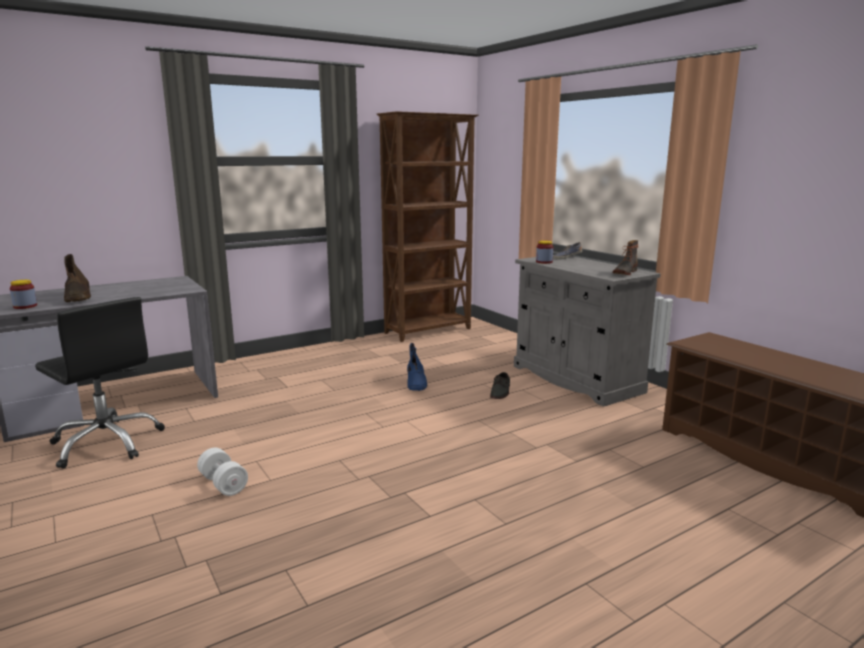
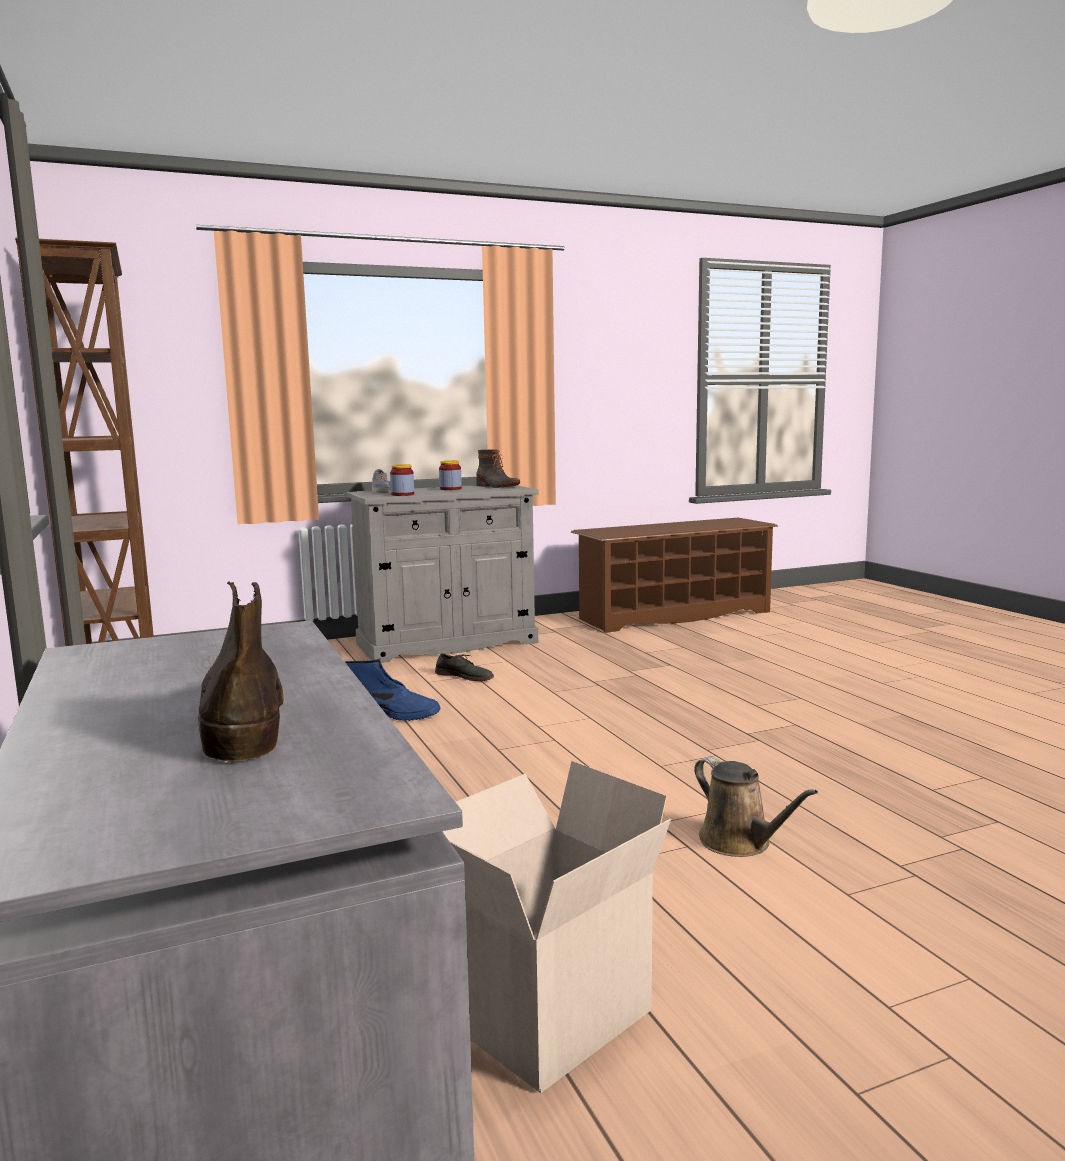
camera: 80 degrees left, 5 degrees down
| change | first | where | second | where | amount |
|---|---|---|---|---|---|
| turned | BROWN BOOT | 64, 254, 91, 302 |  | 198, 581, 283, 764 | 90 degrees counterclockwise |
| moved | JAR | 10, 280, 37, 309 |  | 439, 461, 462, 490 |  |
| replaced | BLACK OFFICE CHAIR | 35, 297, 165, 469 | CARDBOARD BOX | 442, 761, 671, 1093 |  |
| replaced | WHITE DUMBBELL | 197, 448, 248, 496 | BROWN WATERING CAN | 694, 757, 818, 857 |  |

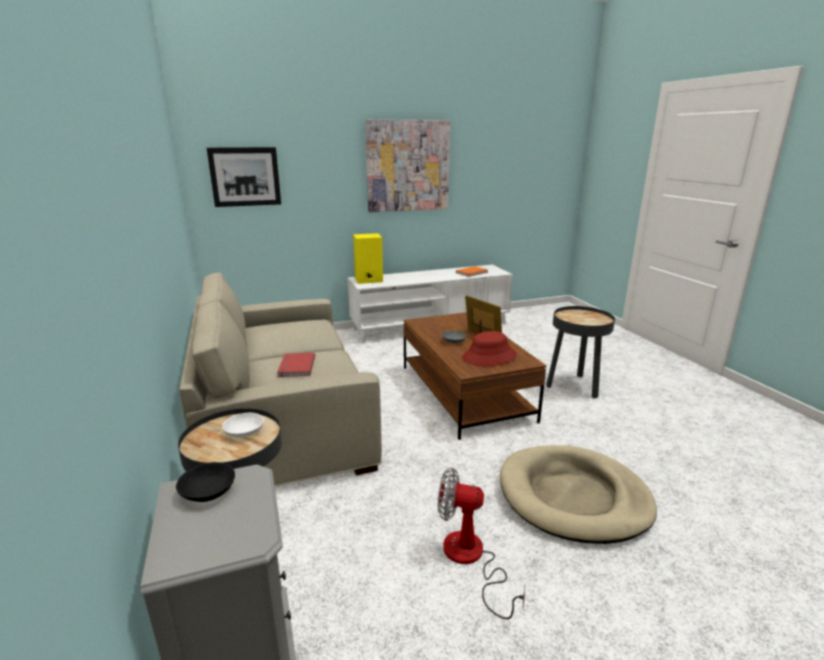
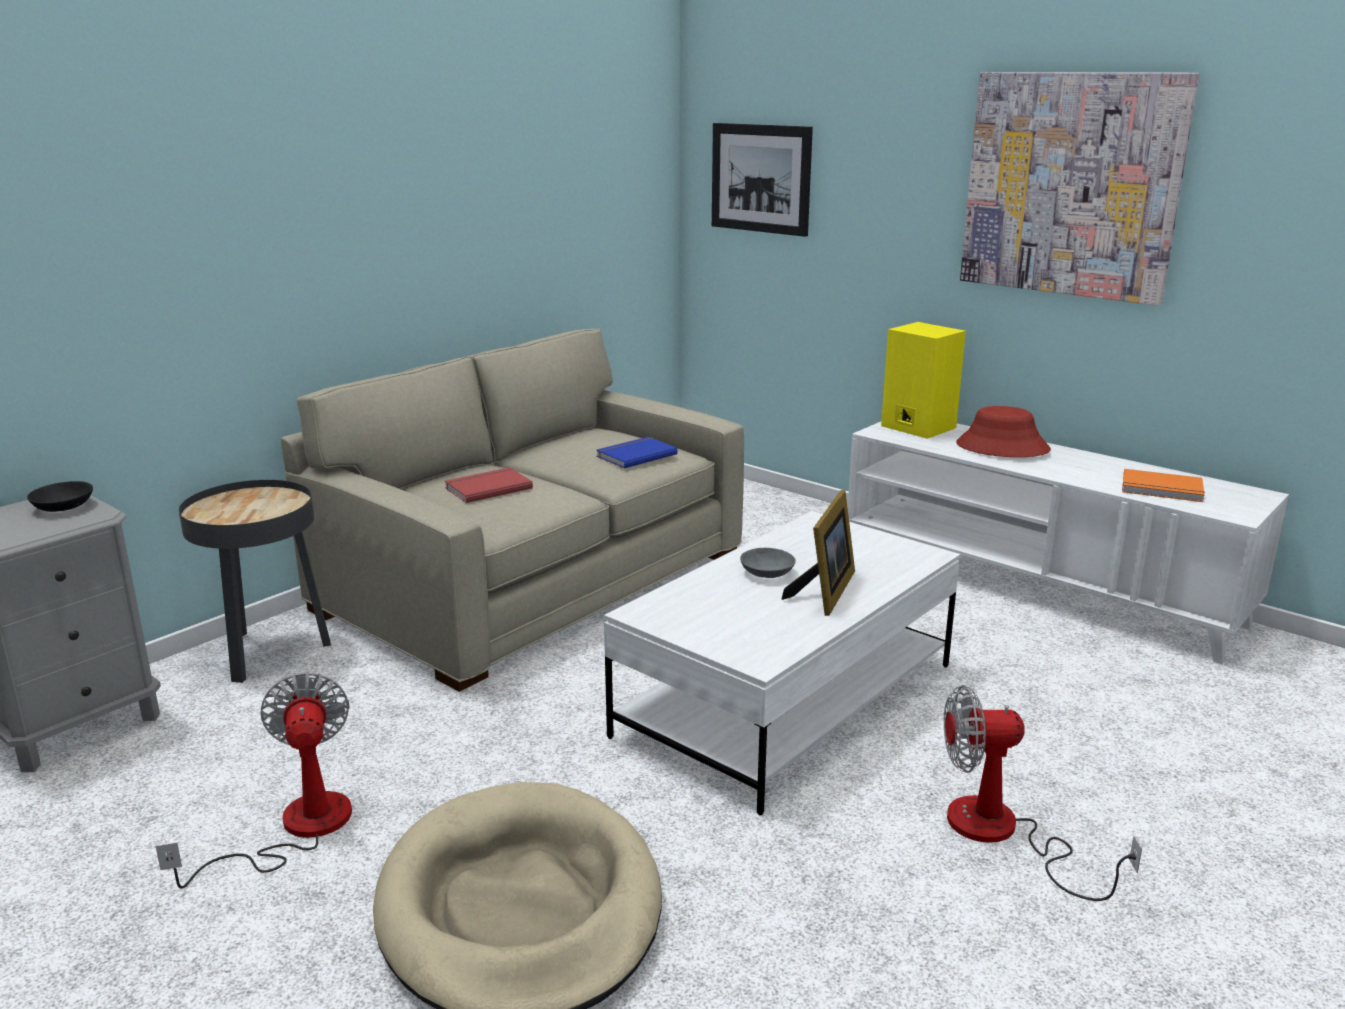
camera: 60 degrees right, 0 degrees up
| change | first | where | second | where | amount |
|---|---|---|---|---|---|
| replaced | BLACK SIDE TABLE | 546, 306, 615, 399 | FAN | 944, 685, 1142, 901 |  |
| recoloured | BROWN COFFEE TABLE | 404, 312, 546, 440 | WHITE COFFEE TABLE | 604, 511, 960, 815 |  |
| moved | RED HAT | 462, 331, 517, 366 |  | 956, 406, 1051, 457 |  |
| removed | WHITE BOWL | 222, 413, 264, 438 |  |  |  |
| added |  |  | BLUE BOOK | 596, 437, 678, 468 |  |

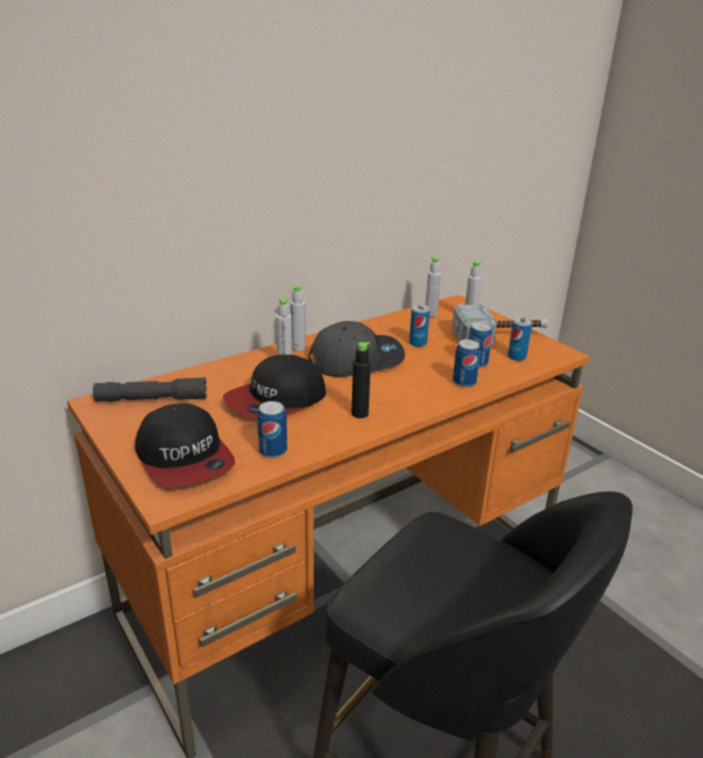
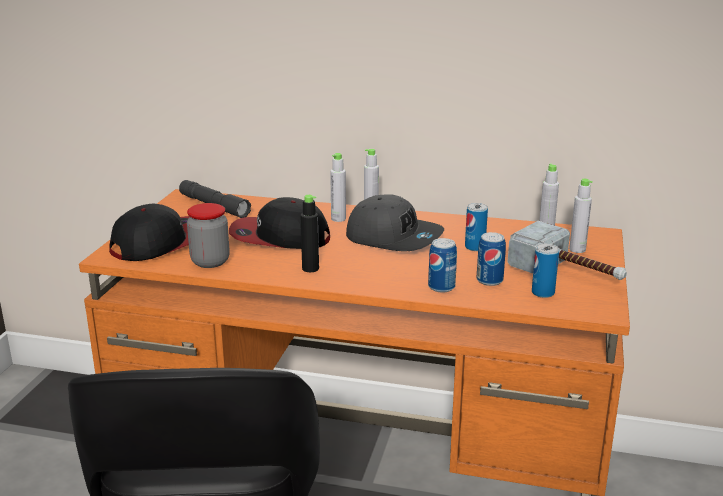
camera: 50 degrees right, 5 degrees down
| change | first | where | second | where | amount |
|---|---|---|---|---|---|
| replaced | CAN | 257, 401, 287, 458 | JAR | 187, 203, 230, 268 |  |
| turned | CAP | 135, 403, 235, 487 |  | 109, 203, 190, 261 | 150 degrees counterclockwise |

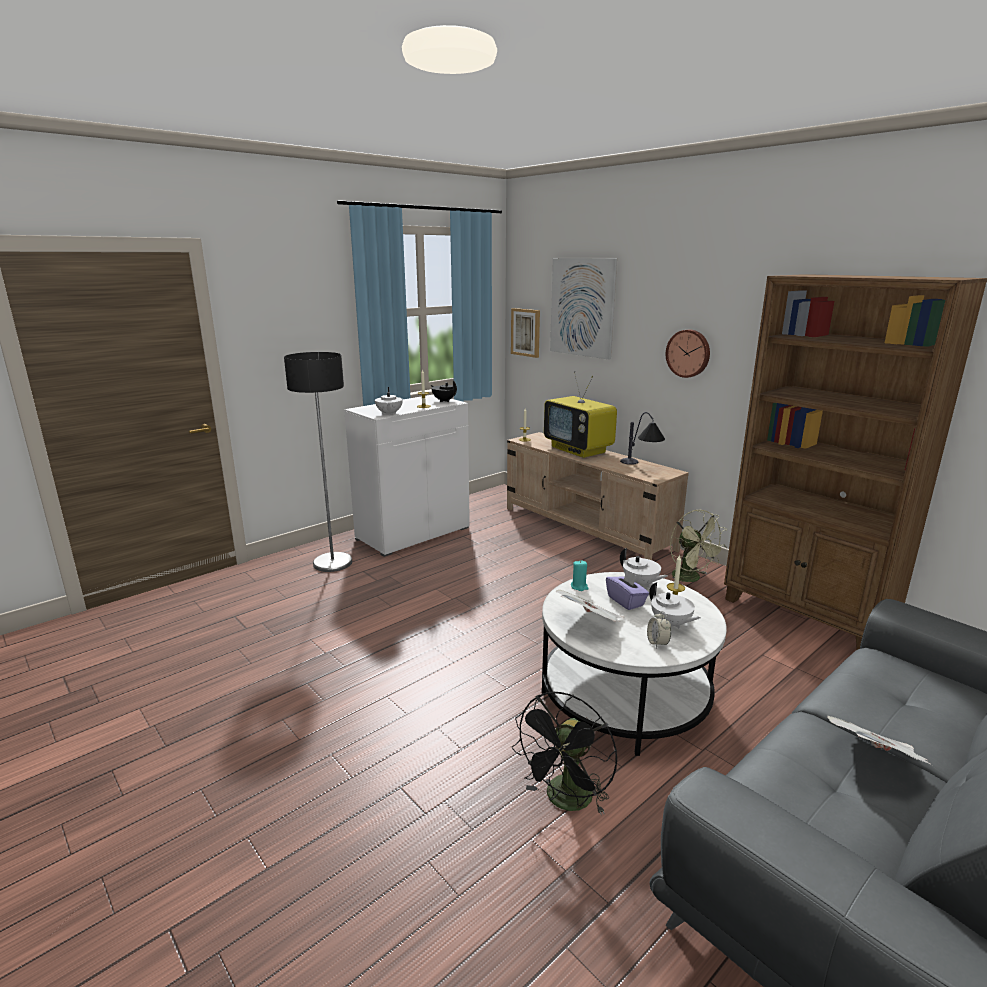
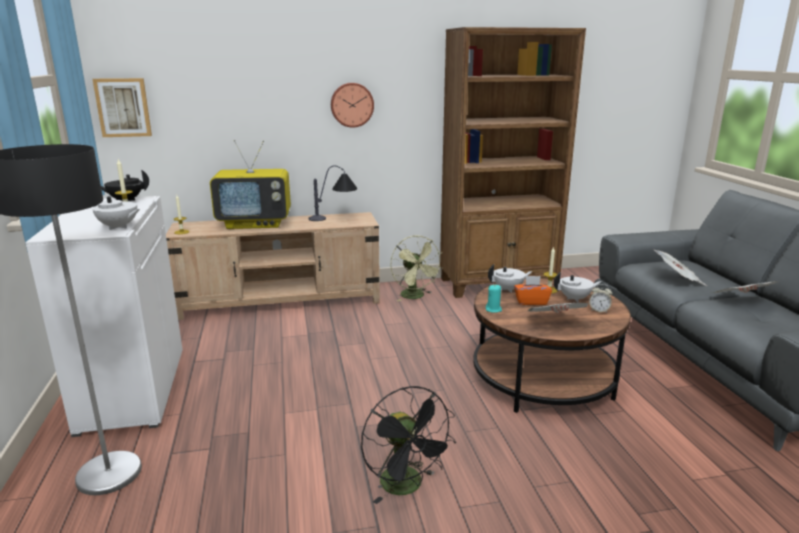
camera: 60 degrees left, 0 degrees up
| change | first | where | second | where | amount |
|---|---|---|---|---|---|
| removed | PICTURE | 550, 258, 617, 360 |  |  |  |
| turned | GREEN FAN | 670, 510, 727, 582 |  | 390, 235, 443, 301 | 60 degrees clockwise |
| recoloured | PURPLE TISSUE BOX | 606, 570, 649, 610 | ORANGE TISSUE BOX | 514, 276, 552, 305 |  |
| recoloured | WHITE COFFEE TABLE | 542, 572, 727, 756 | BROWN COFFEE TABLE | 473, 278, 631, 413 |  |
| moved | BLACK FAN | 511, 692, 617, 815 |  | 361, 386, 456, 504 |  |
| added |  |  | NEWSPAPER | 654, 250, 707, 286 |  |

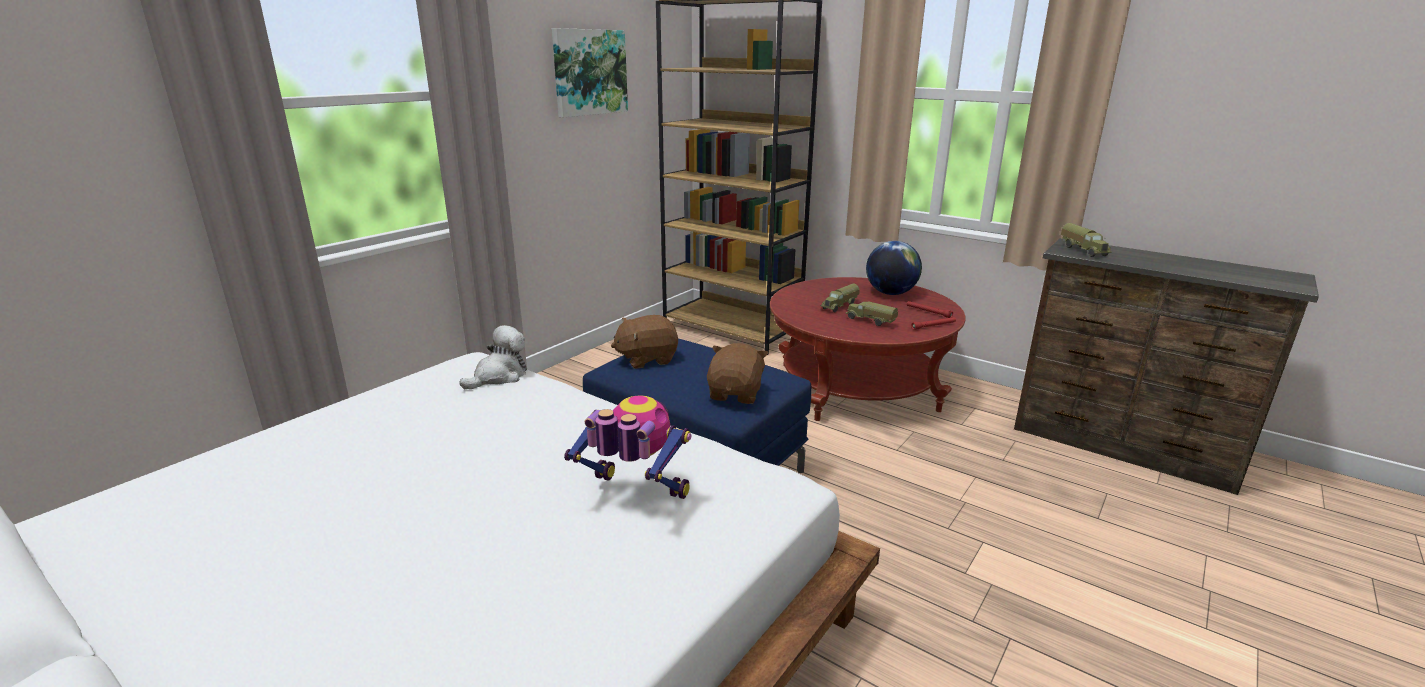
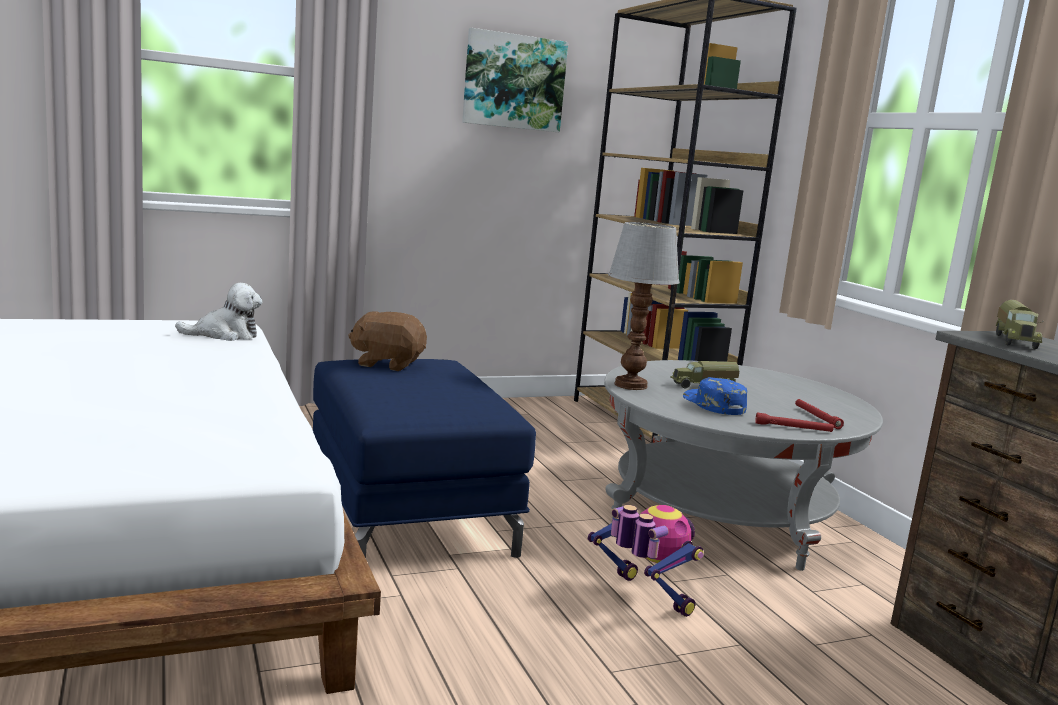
camera: 30 degrees right, 10 degrees down
| change | first | where | second | where | amount |
|---|---|---|---|---|---|
| removed | GLOBE | 866, 241, 922, 295 |  |  |  |
| recoloured | RED COFFEE TABLE | 770, 277, 965, 421 | GREY COFFEE TABLE | 604, 360, 883, 571 |  |
| replaced | TOY TRUCK | 846, 301, 898, 326 | BLUE CAP | 683, 377, 747, 415 |  |
| removed | BROWN PLUSH TOY | 707, 343, 768, 404 |  |  |  |
| moved | TOY ROBOT | 564, 396, 692, 499 |  | 588, 505, 703, 617 |  |
| added |  |  | TABLE LAMP | 608, 222, 680, 390 |  |

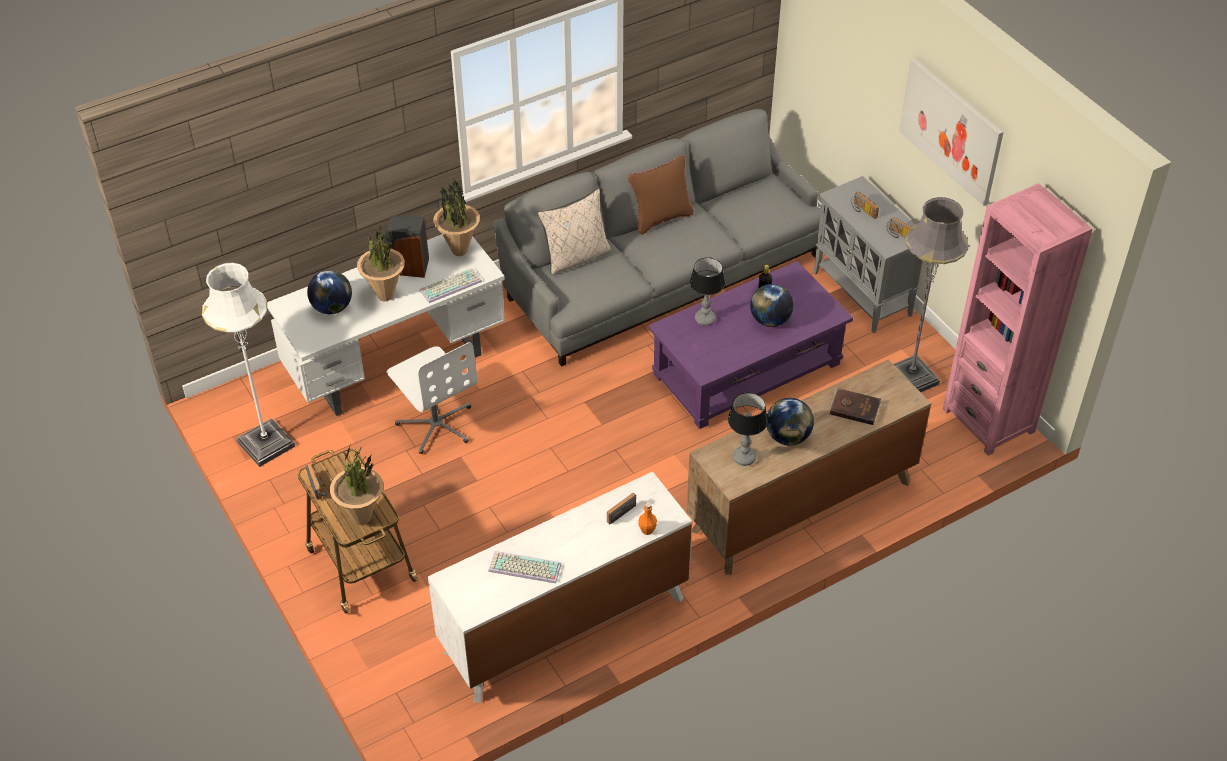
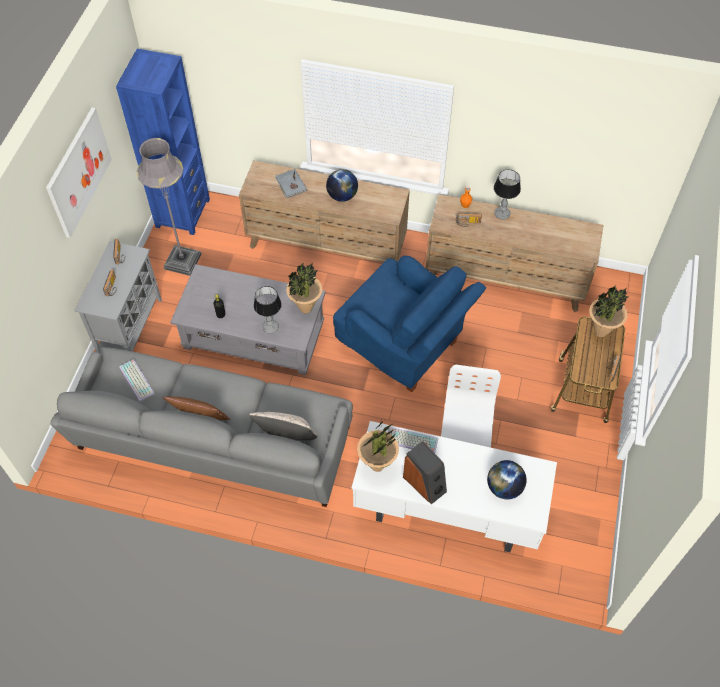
camera: 135 degrees left, 10 degrees up
| change | first | where | second | where | amount |
|---|---|---|---|---|---|
| recoloured | PINK BOOKCASE | 943, 183, 1093, 456 | BLUE BOOKCASE | 116, 49, 210, 235 |  |
| moved | POTTED PLANT | 357, 224, 405, 301 |  | 286, 263, 323, 314 |  |
| recoloured | PURPLE COFFEE TABLE | 648, 261, 853, 429 | GREY COFFEE TABLE | 170, 264, 326, 375 |  |
| removed | WHITE FLOOR LAMP | 202, 263, 295, 467 |  |  |  |
| removed | GLOBE | 750, 284, 793, 327 |  |  |  |
| recoloured | BROWN BOOK | 829, 388, 881, 425 | GREY BOOK | 275, 169, 307, 198 |  |
| moved | TABLE LAMP | 728, 393, 768, 466 |  | 494, 169, 521, 220 |  |
| recoloured | WHITE DRESSER | 428, 472, 692, 703 | BROWN DRESSER | 425, 194, 604, 312 |  |
| moved | KEYBOARD | 488, 551, 561, 583 |  | 119, 359, 155, 402 |  |
| added |  |  | BLUE ARMCHAIR | 333, 256, 486, 392 |  |

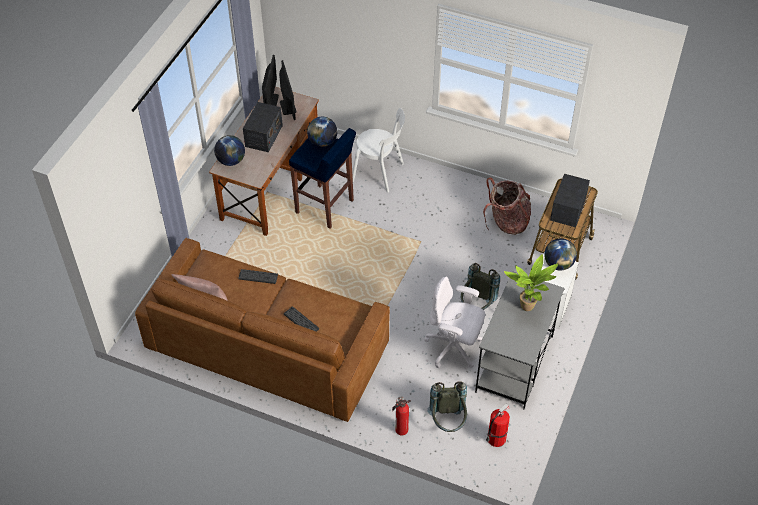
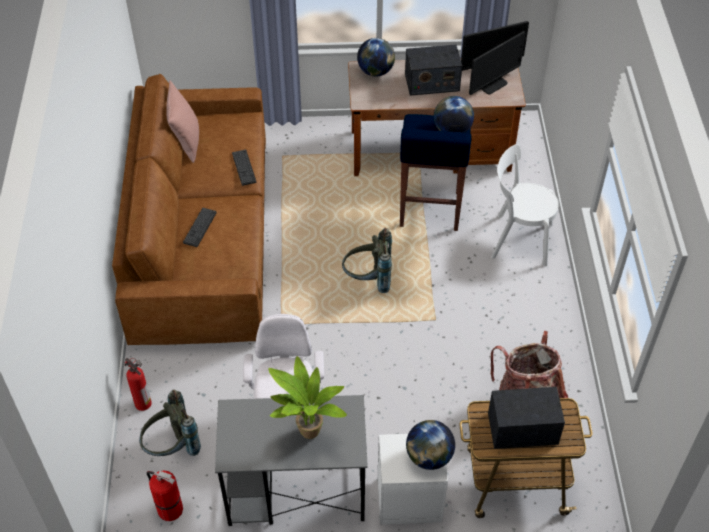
camera: 65 degrees right, 0 degrees up
| change | first | where | second | where | amount |
|---|---|---|---|---|---|
| turned | WHITE CHAIR | 352, 108, 405, 192 |  | 491, 144, 559, 267 | 105 degrees clockwise |
| moved | GREY BACKPACK | 461, 263, 500, 310 |  | 342, 228, 392, 293 |  |

